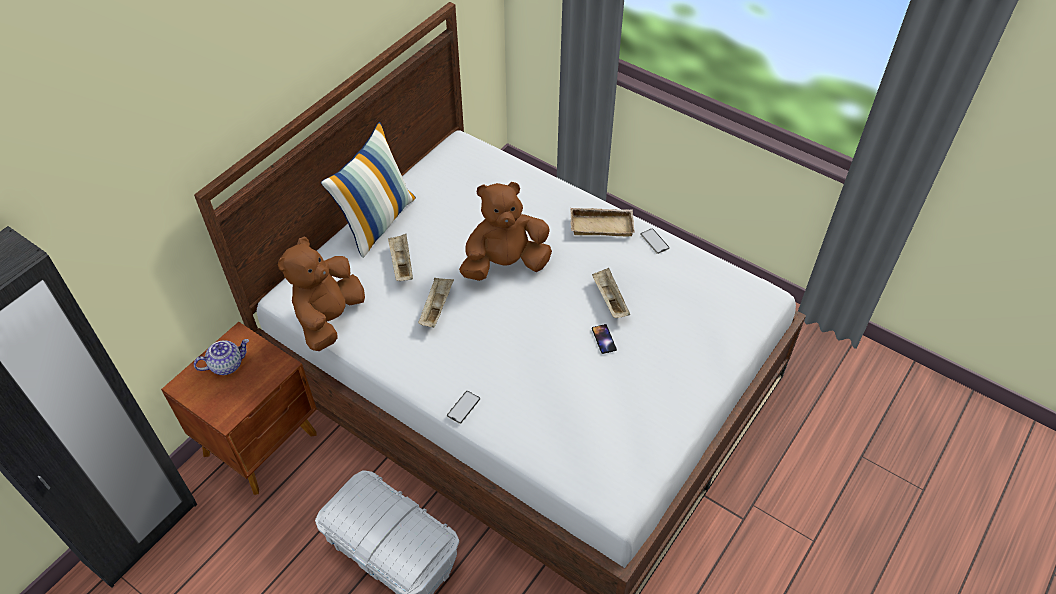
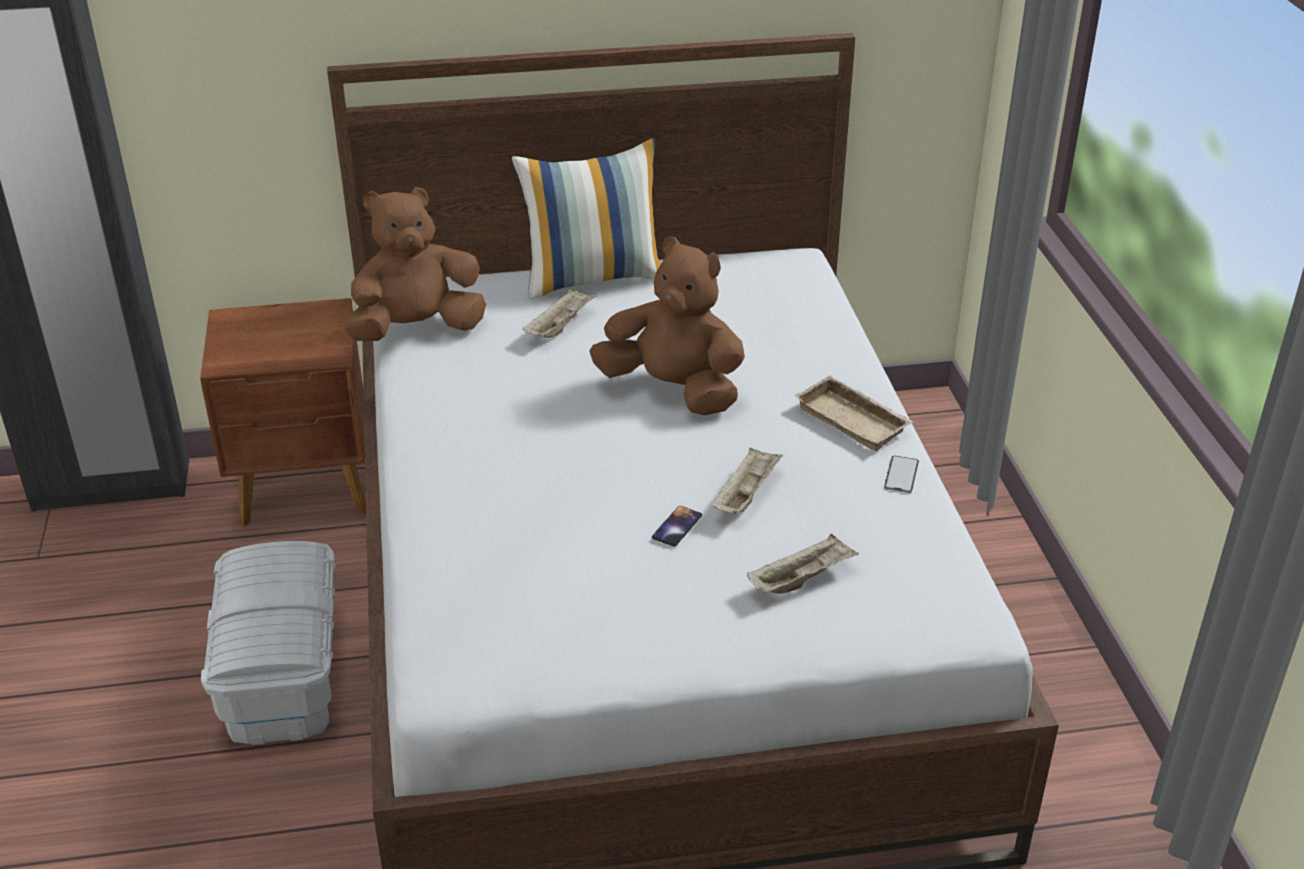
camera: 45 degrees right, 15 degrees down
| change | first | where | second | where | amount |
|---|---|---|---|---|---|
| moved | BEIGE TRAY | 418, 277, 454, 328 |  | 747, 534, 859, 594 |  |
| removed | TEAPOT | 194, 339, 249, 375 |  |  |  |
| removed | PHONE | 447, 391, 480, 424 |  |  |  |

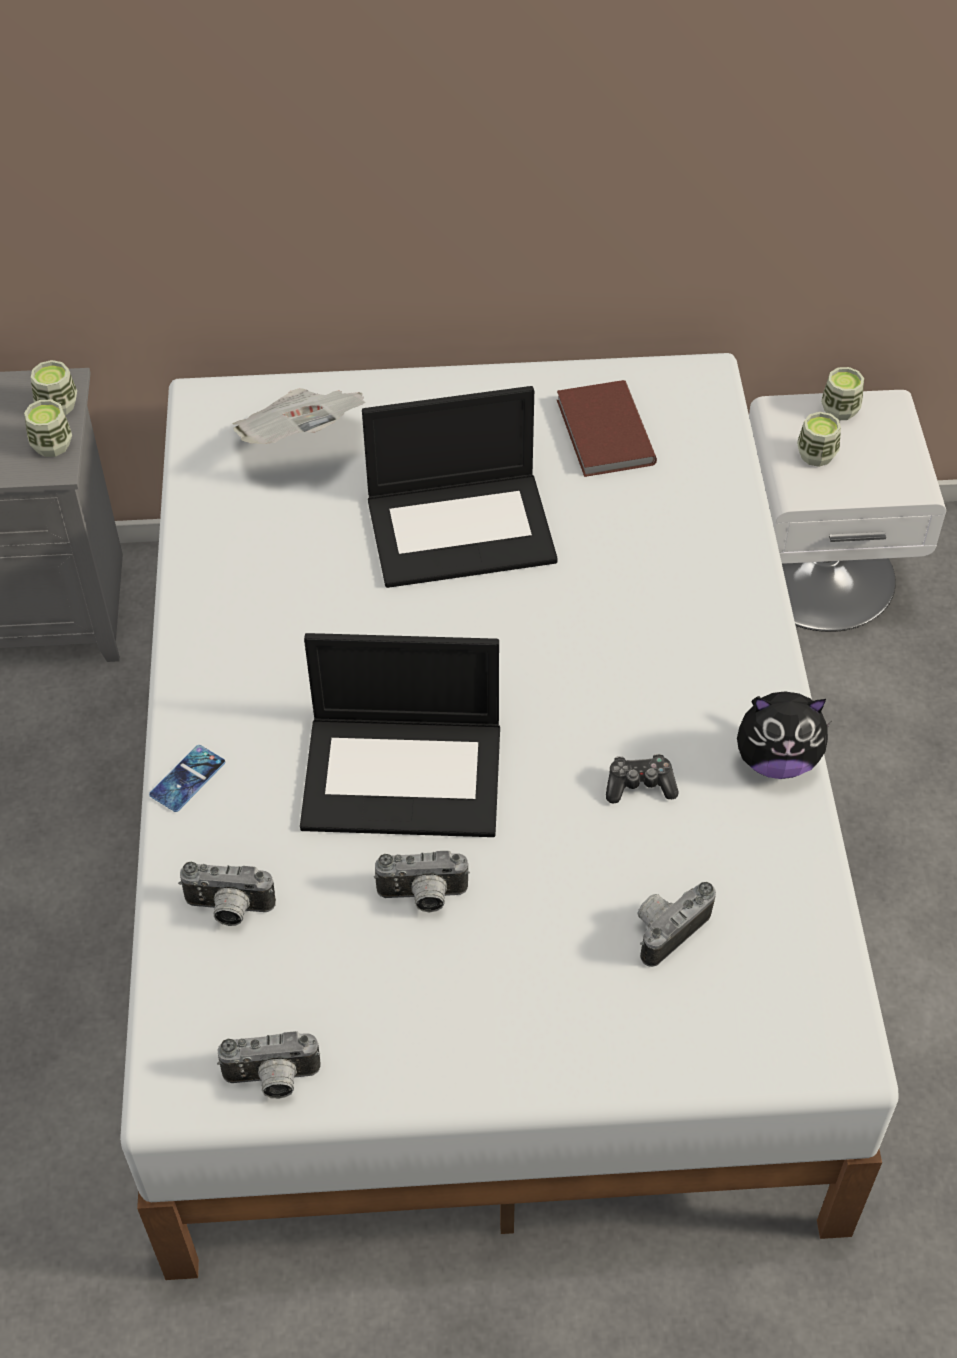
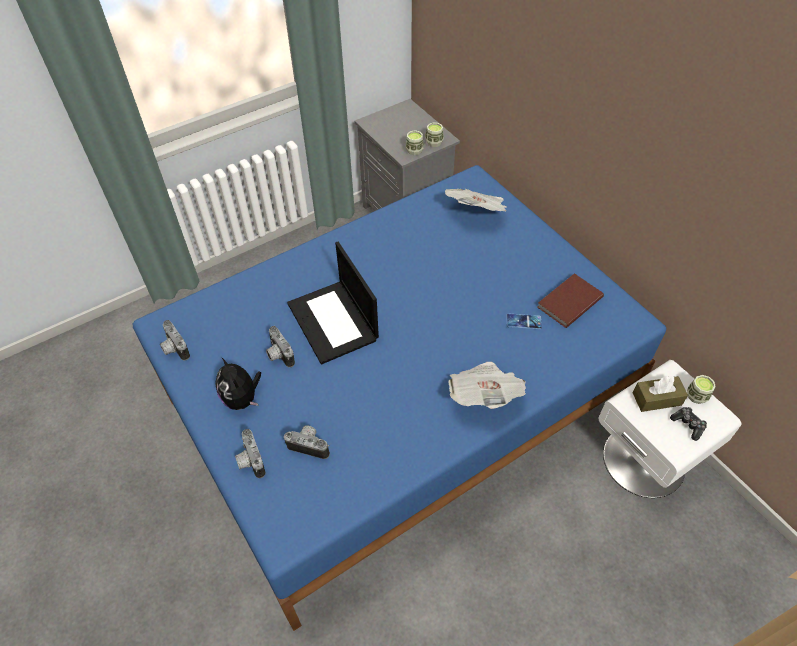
camera: 60 degrees right, 0 degrees up
| change | first | where | second | where | amount |
|---|---|---|---|---|---|
| recoloured | WHITE BED | 120, 353, 899, 1280 | BLUE BED | 133, 165, 666, 631 |  |
| removed | LAPTOP | 362, 386, 558, 588 |  |  |  |
| replaced | CUP | 797, 412, 841, 467 | BROWN TISSUE BOX | 633, 376, 688, 412 |  |
| moved | PLUSH TOY | 737, 691, 832, 779 |  | 215, 357, 261, 410 |  |
| moved | PHONE | 149, 745, 225, 812 |  | 507, 314, 542, 329 |  |
| moved | GAME CONTROLLER | 606, 753, 679, 803 |  | 670, 407, 707, 441 |  |
| moved | PHOTO CAMERA | 178, 862, 276, 926 |  | 235, 429, 266, 478 |  |
| added |  |  | NEWSPAPER | 448, 362, 526, 409 |  |

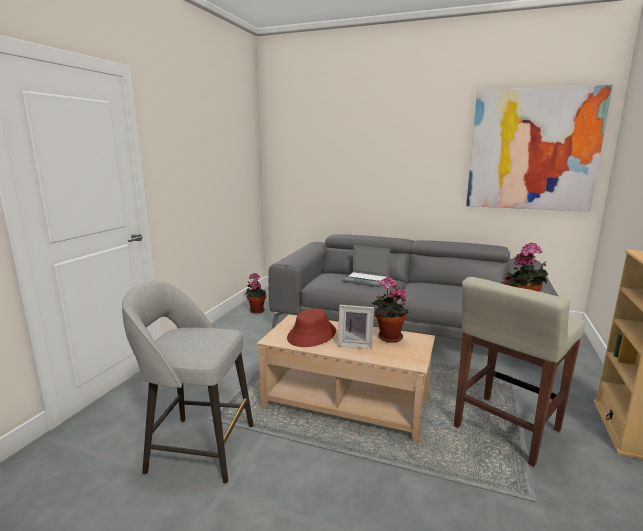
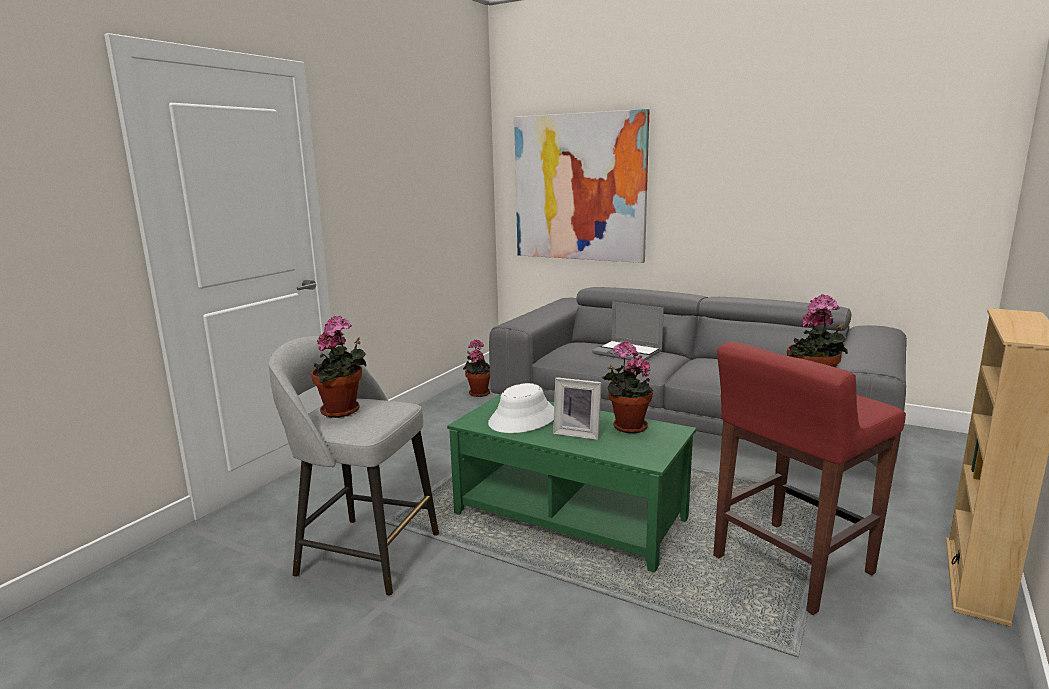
camera: 10 degrees right, 0 degrees up
| change | first | where | second | where | amount |
|---|---|---|---|---|---|
| moved | PICTURE | 466, 85, 613, 212 |  | 514, 109, 649, 263 |  |
| recoloured | BEIGE STOOL | 454, 277, 585, 467 | RED STOOL | 713, 342, 906, 615 |  |
| recoloured | RED HAT | 287, 308, 336, 347 | WHITE HAT | 488, 383, 554, 433 |  |
| recoloured | BEIGE COFFEE TABLE | 257, 315, 435, 444 | GREEN COFFEE TABLE | 447, 393, 696, 573 |  |
| added |  |  | POTTED PLANT | 311, 316, 367, 418 |  |

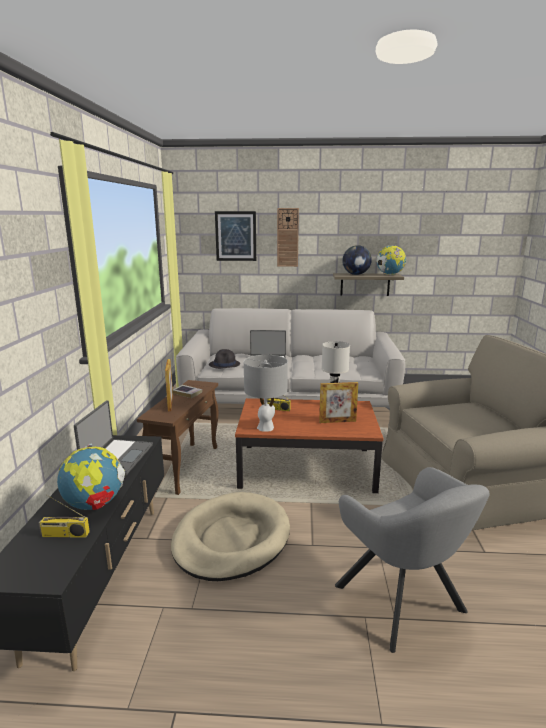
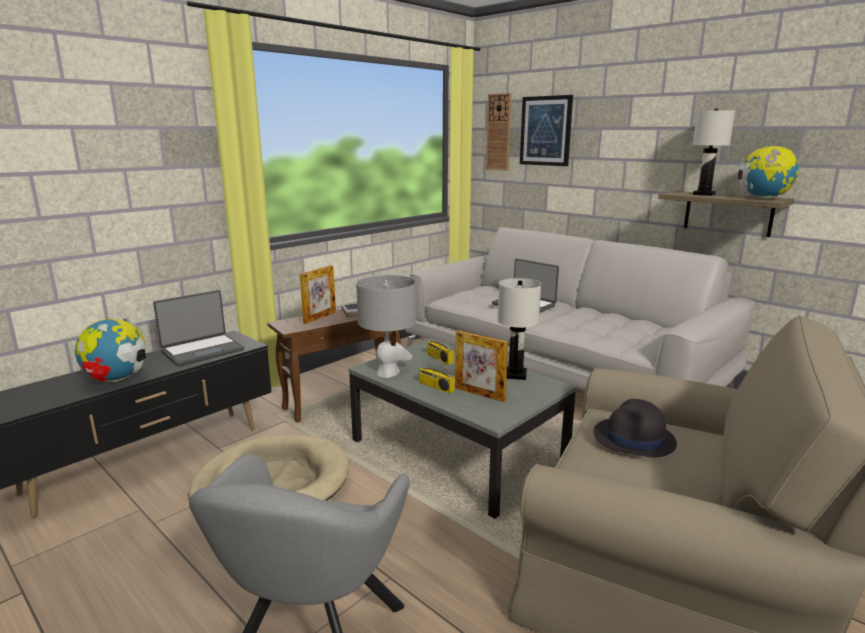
camera: 40 degrees right, 0 degrees up
| change | first | where | second | where | amount |
|---|---|---|---|---|---|
| moved | WALL CLOCK | 277, 208, 299, 267 |  | 486, 93, 512, 171 |  |
| replaced | GLOBE | 342, 245, 372, 275 | WHITE TABLE LAMP | 693, 109, 735, 196 |  |
| moved | BLACK HAT | 209, 349, 240, 369 |  | 593, 399, 677, 457 |  |
| recoloured | BROWN COFFEE TABLE | 235, 398, 383, 493 | GREY COFFEE TABLE | 349, 339, 577, 519 |  |
| moved | RADIO | 38, 494, 90, 537 |  | 419, 346, 455, 394 |  |

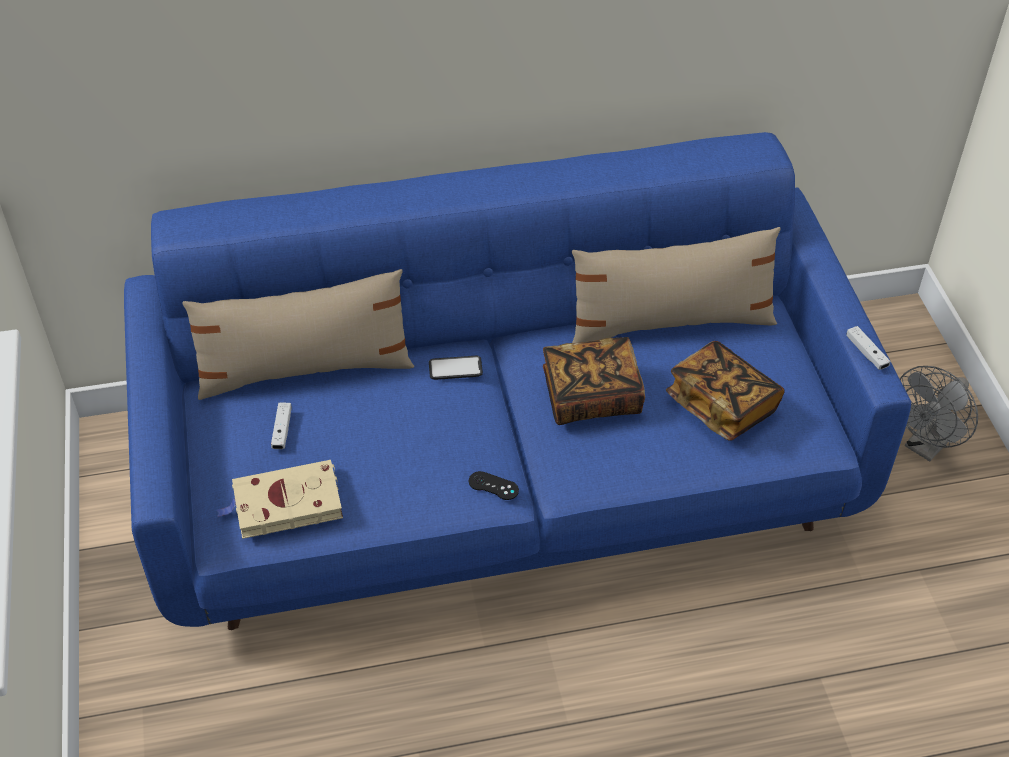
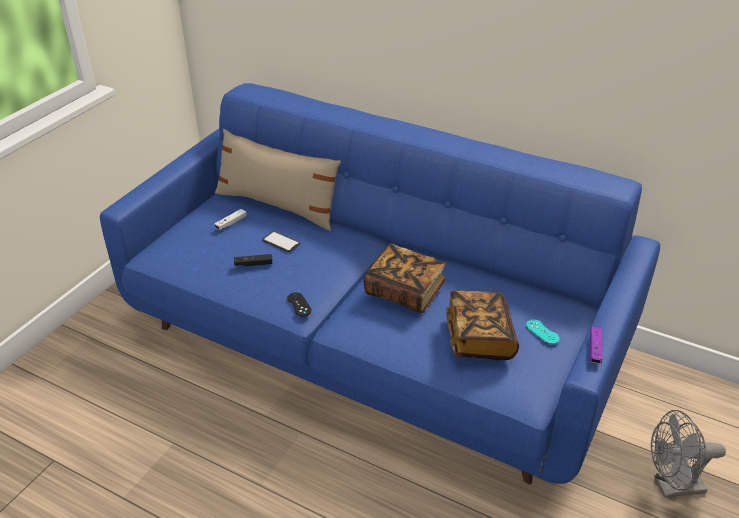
camera: 40 degrees right, 10 degrees down
| change | first | where | second | where | amount |
|---|---|---|---|---|---|
| removed | BEIGE PILLOW | 572, 227, 781, 343 |  |  |  |
| recoloured | WHITE GAME CONTROLLER | 846, 326, 891, 370 | PURPLE GAME CONTROLLER | 590, 326, 602, 364 |  |
| moved | PHONE | 429, 356, 483, 380 |  | 262, 231, 300, 252 |  |
| removed | BEIGE BOOK | 217, 460, 343, 539 |  |  |  |
| added |  |  | BLACK GAME CONTROLLER | 234, 254, 273, 266 |  |
| added |  |  | TURQUOISE GAME CONTROLLER | 526, 320, 560, 344 |  |

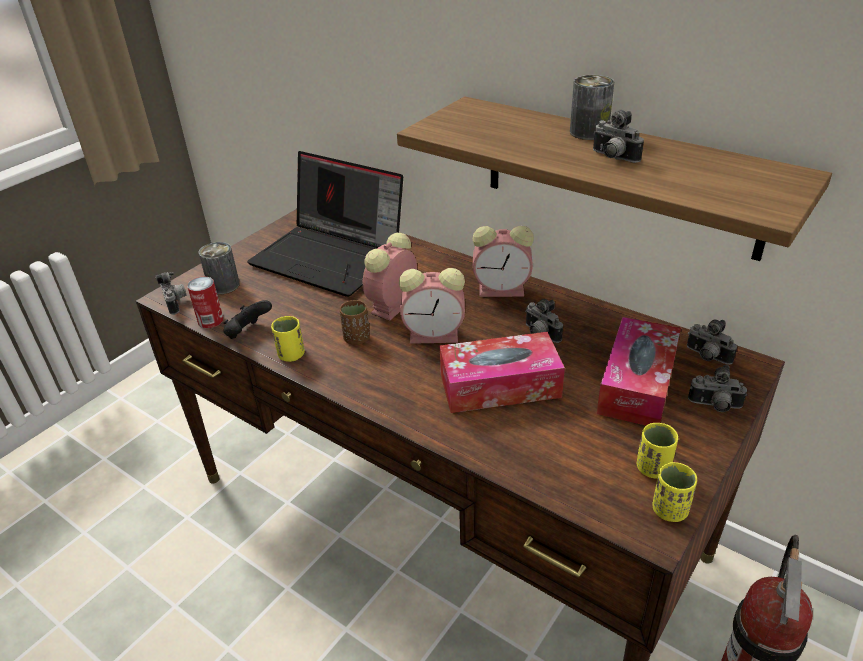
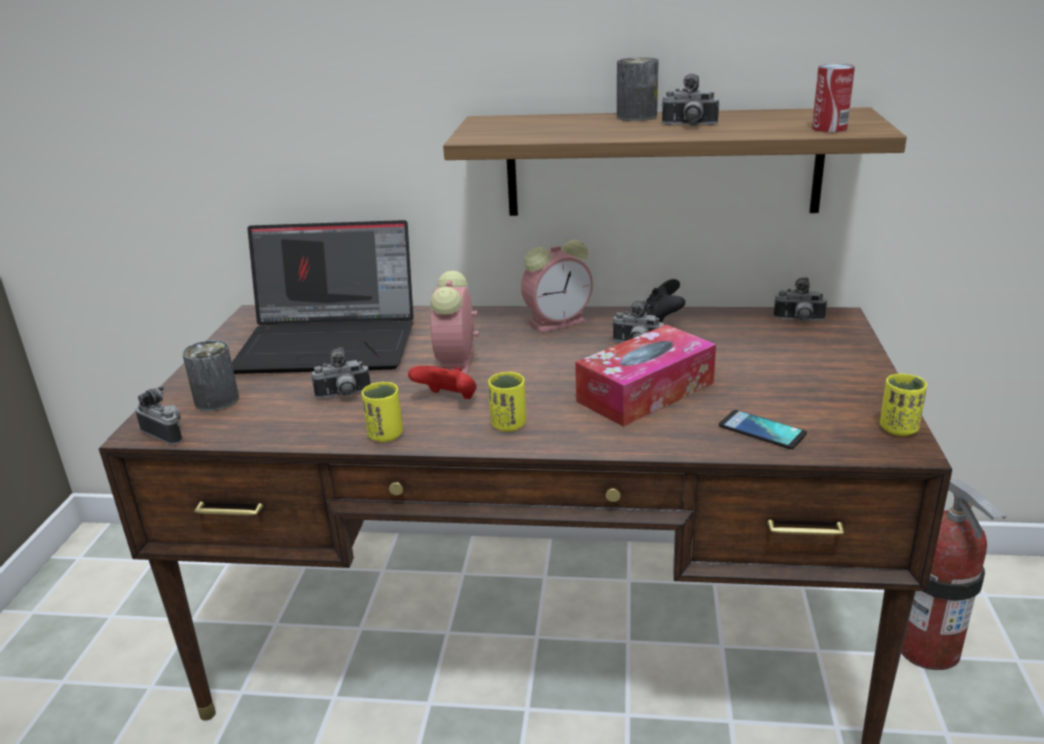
camera: 30 degrees left, 10 degrees down
| change | first | where | second | where | amount |
|---|---|---|---|---|---|
| removed | ALARM CLOCK | 399, 268, 465, 344 |  |  |  |
| moved | CAN | 187, 277, 224, 328 |  | 812, 64, 855, 132 |  |
| moved | BLACK GAME CONTROLLER | 223, 300, 272, 339 |  | 646, 279, 685, 322 |  |
| replaced | BROWN CUP | 340, 300, 370, 345 | RED GAME CONTROLLER | 408, 366, 477, 399 |  |
| removed | TISSUE BOX | 597, 317, 681, 426 |  |  |  |
| moved | PHOTO CAMERA | 688, 365, 747, 412 |  | 312, 347, 371, 398 |  |
| moved | YELLOW CUP | 637, 423, 678, 479 |  | 488, 372, 526, 432 |  |
| added |  |  | PHONE | 719, 410, 807, 449 |  |

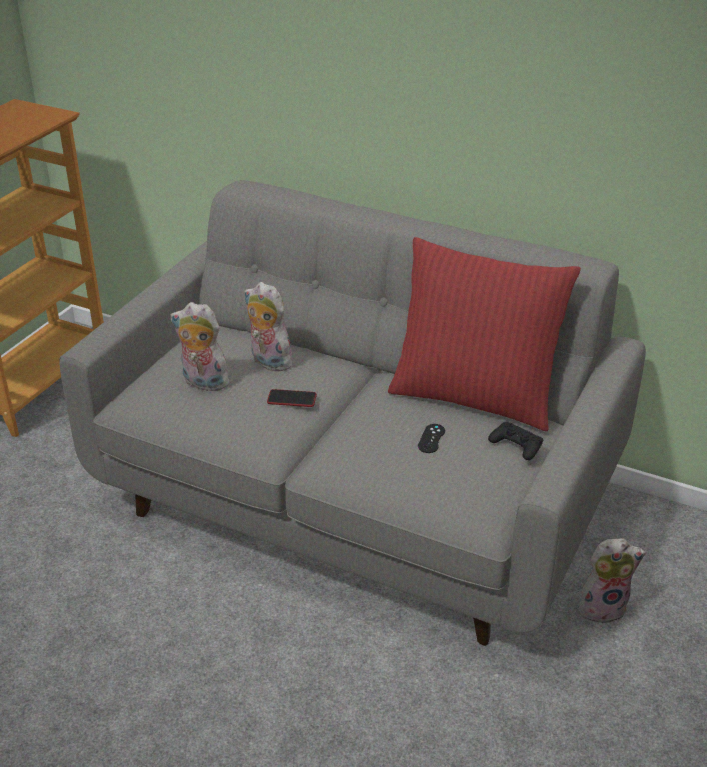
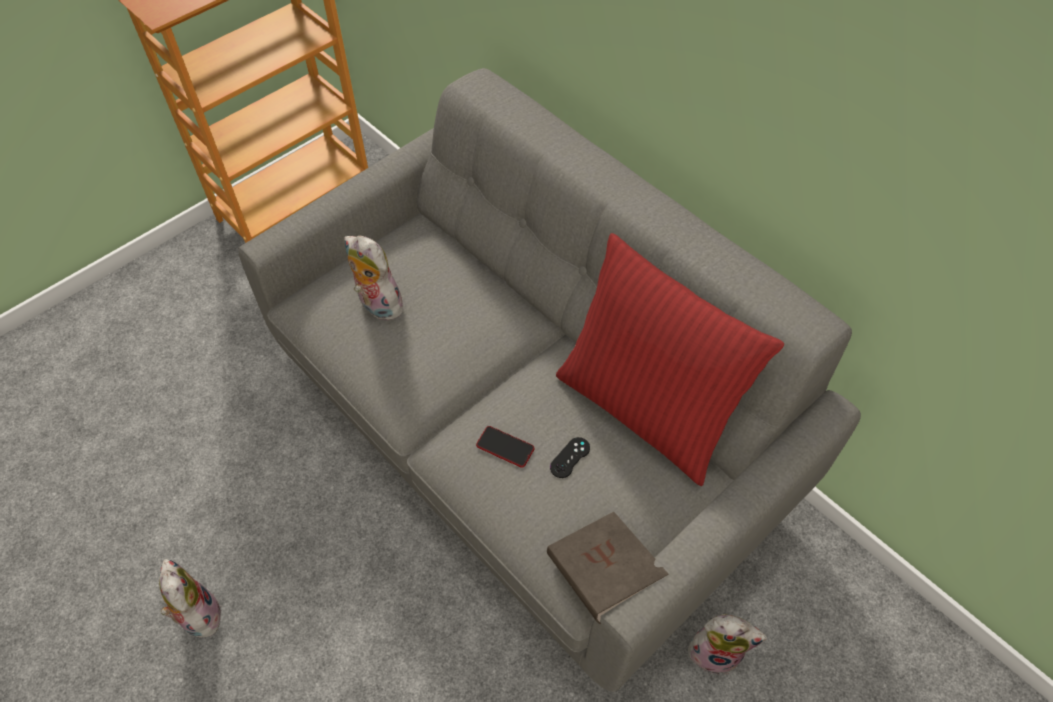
camera: 20 degrees right, 20 degrees up
| change | first | where | second | where | amount |
|---|---|---|---|---|---|
| moved | PLUSH TOY | 245, 282, 294, 372 |  | 159, 559, 222, 638 |  |
| moved | PHONE | 267, 389, 317, 407 |  | 476, 426, 534, 467 |  |
| removed | BLACK GAME CONTROLLER | 488, 422, 543, 460 |  |  |  |
| added |  |  | BROWN BOOK | 547, 512, 669, 624 |  |

